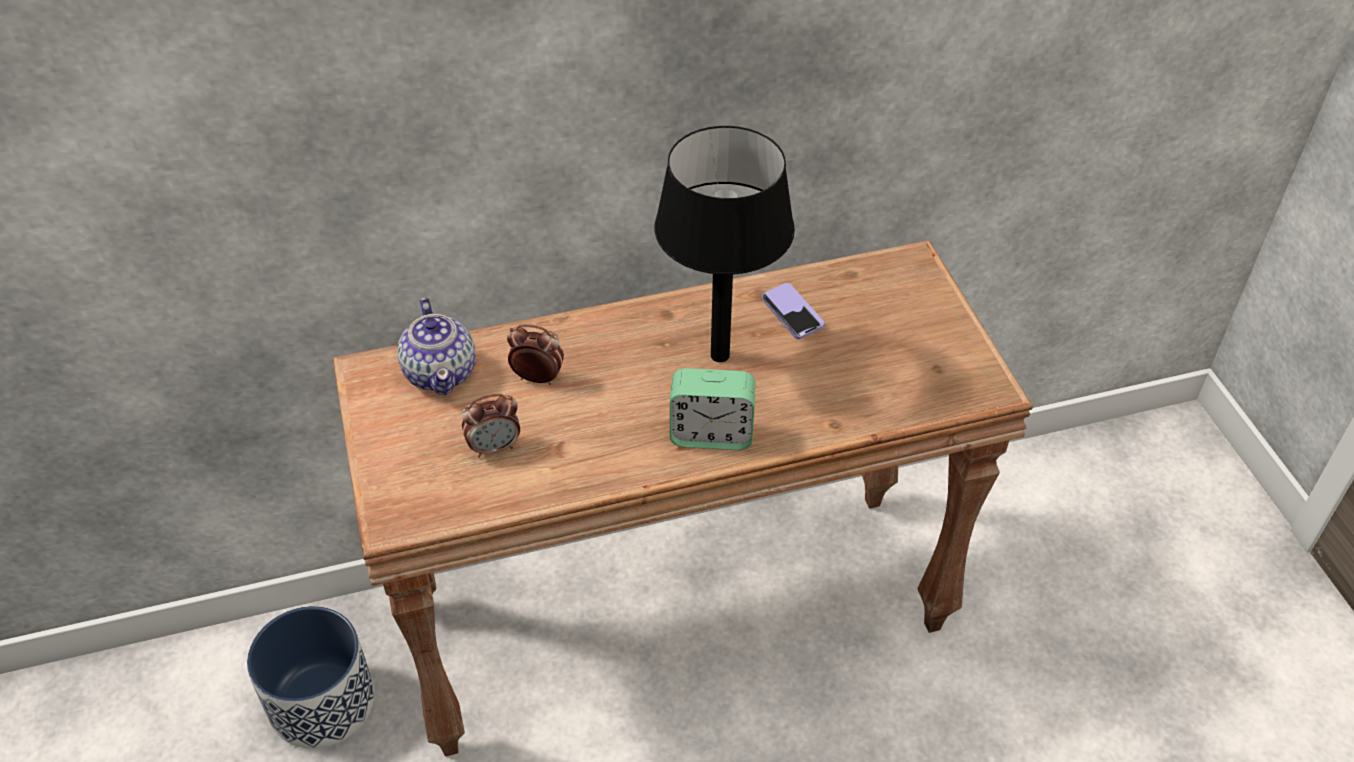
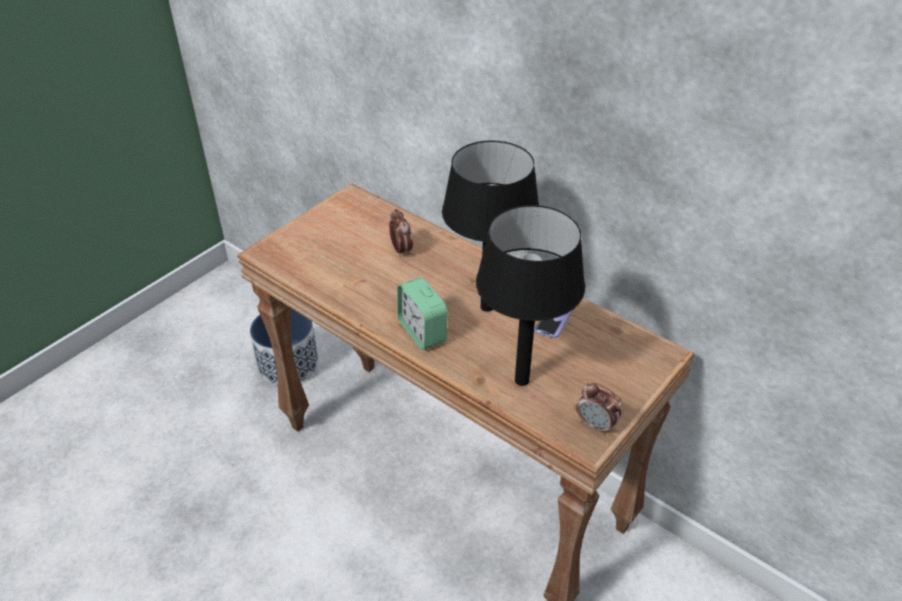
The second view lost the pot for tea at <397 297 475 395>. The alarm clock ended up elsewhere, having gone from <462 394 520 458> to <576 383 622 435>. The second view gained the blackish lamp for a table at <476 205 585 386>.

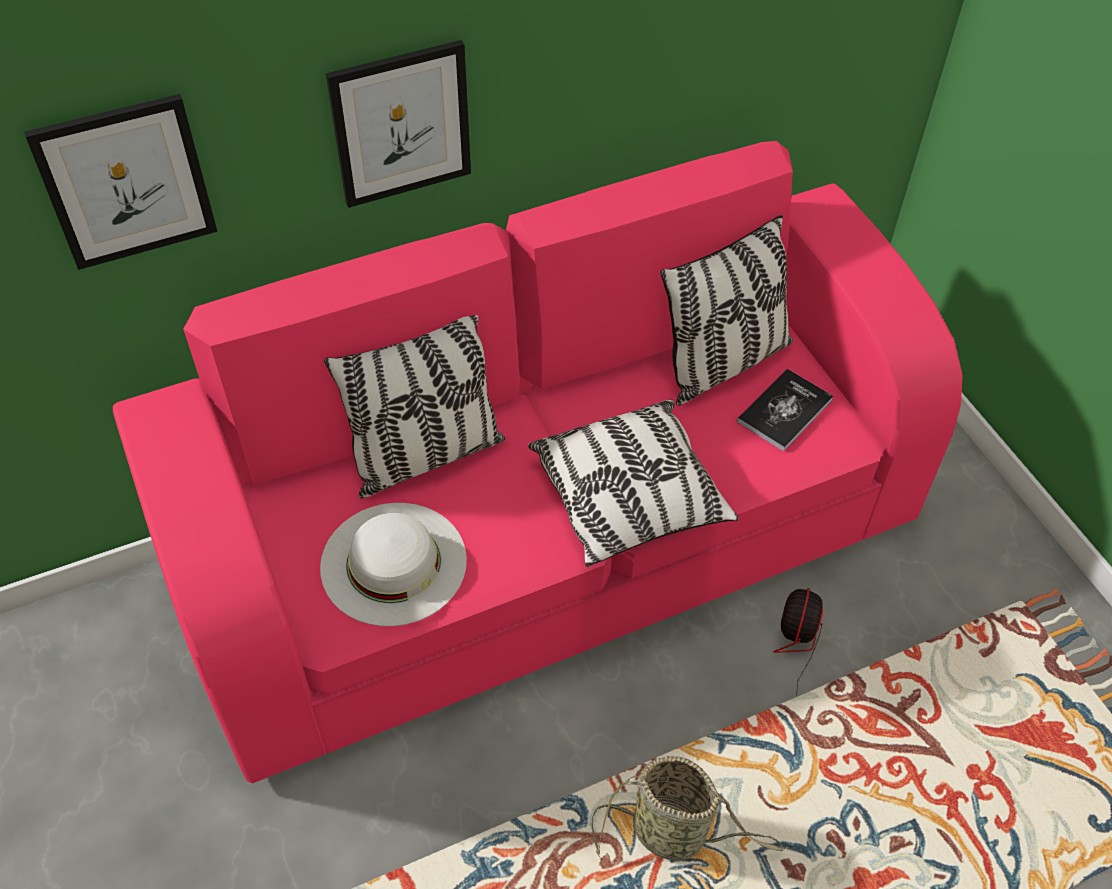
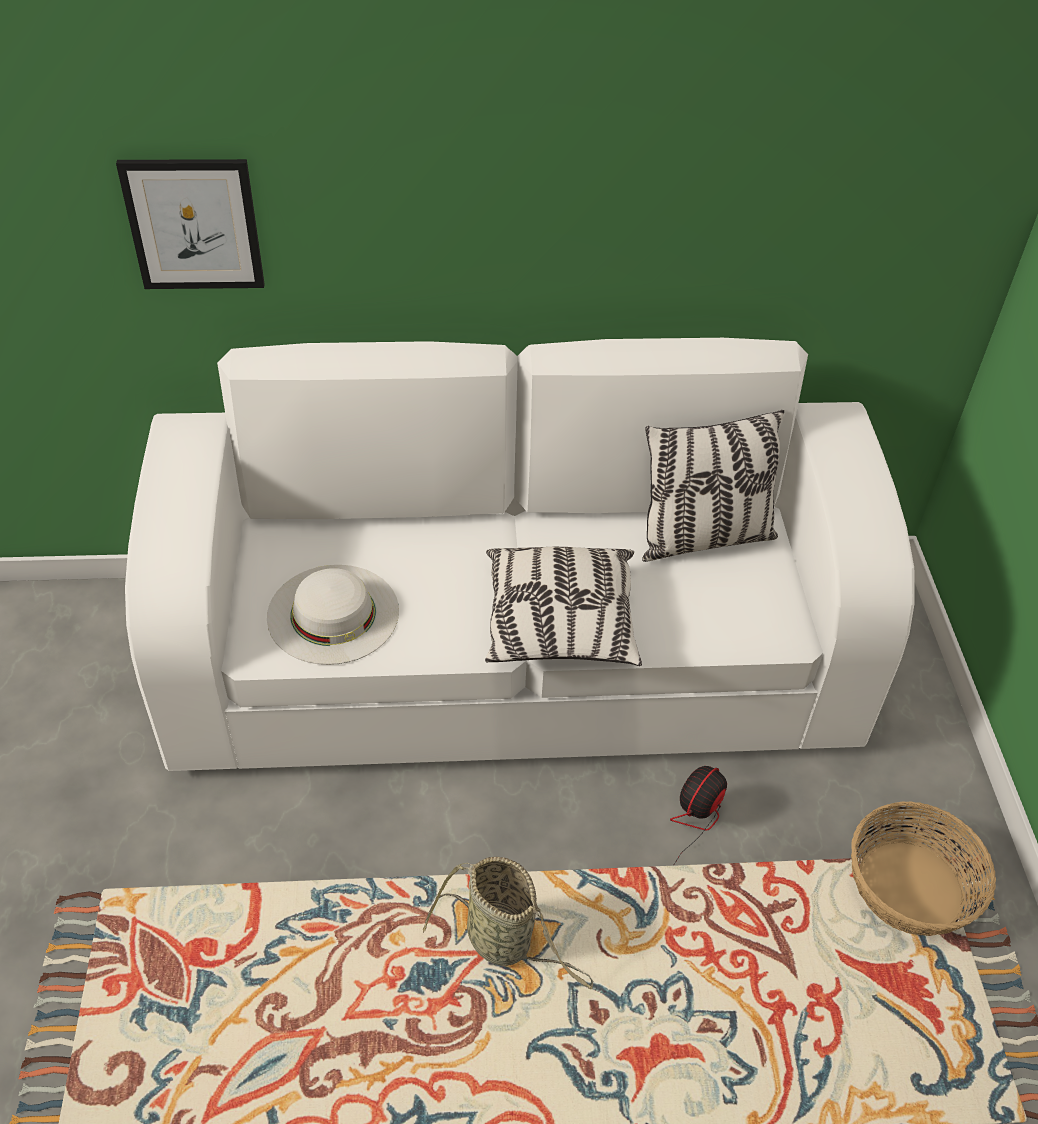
The second view lost the wall picture at <326 40 471 208>. What was the pink couch at <113 141 963 783> turned into the whitish couch at <125 338 915 771>. The second view lost the throw pillow at <324 315 505 498>. The second view lost the bound book at <737 369 833 451>. The second view gained the storage basket at <851 801 996 936>.

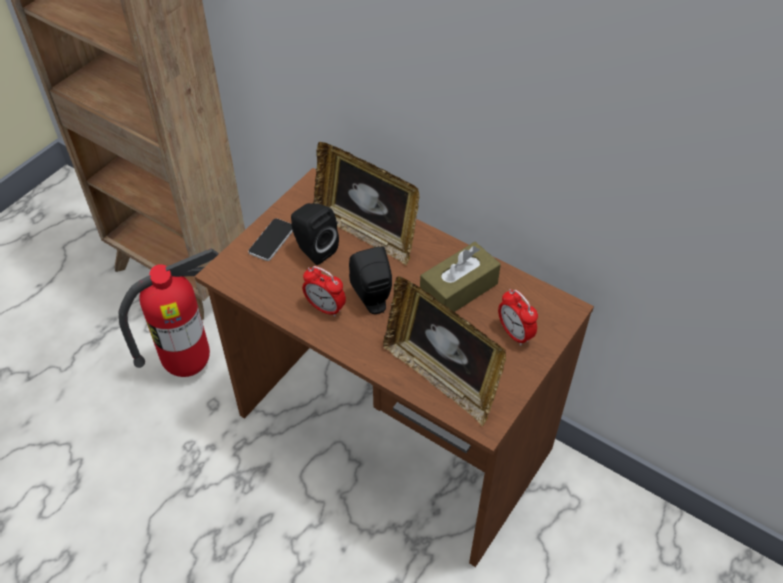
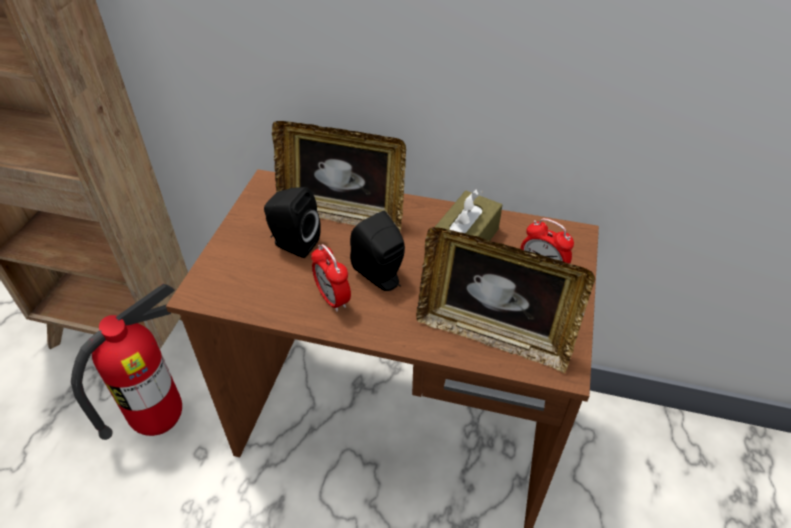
The second view lost the handset at <248 218 293 261>. The alarm clock at <302 266 346 317> ended up facing another way, 45 degrees clockwise from before.

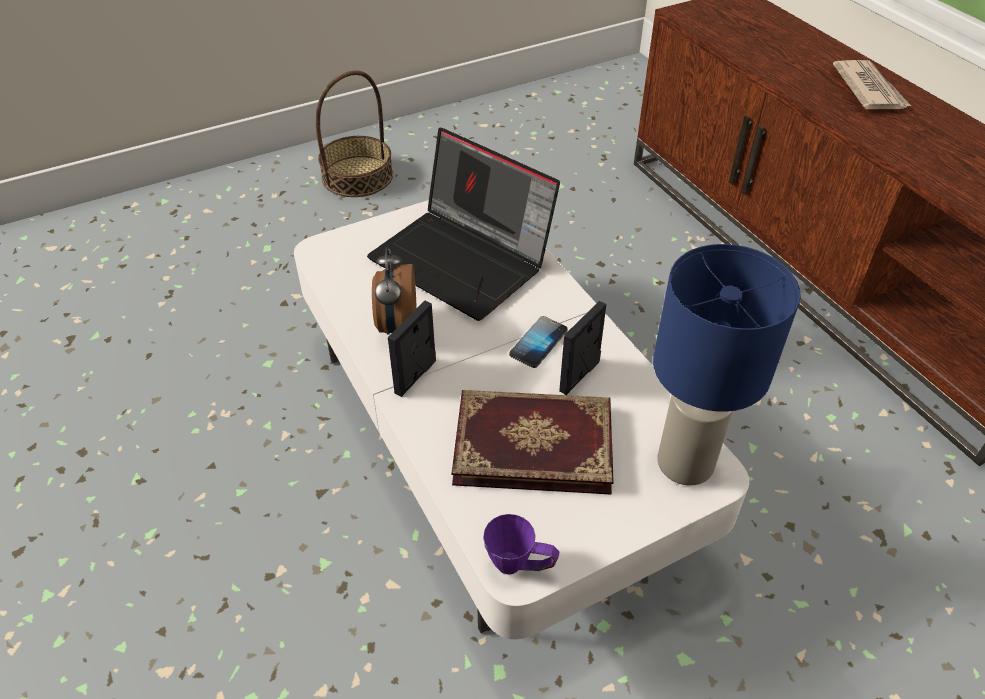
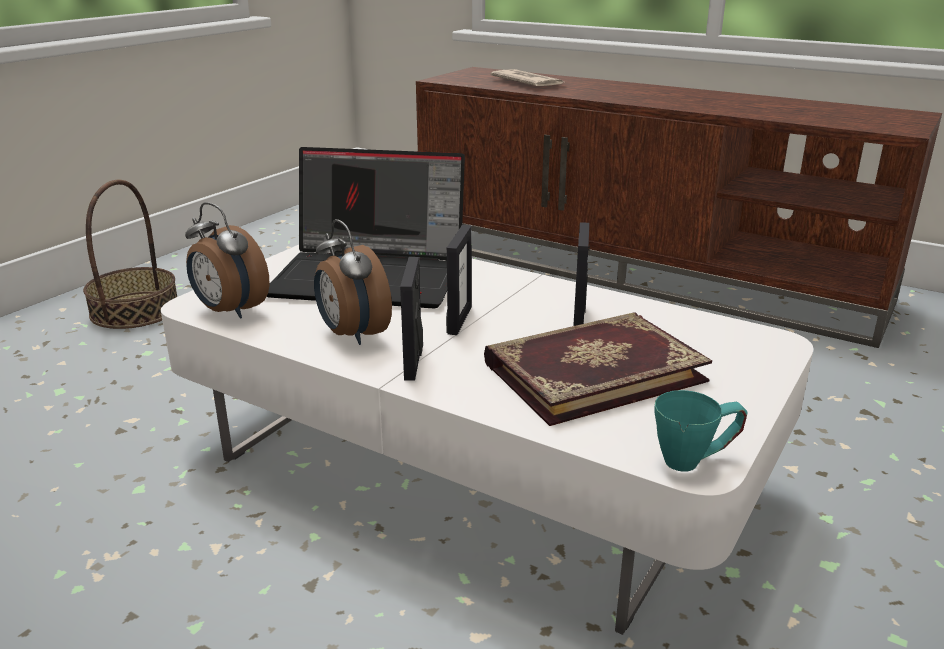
The newspaper ended up elsewhere, having gone from <833 60 911 109> to <491 69 564 86>. The second view lost the bluish lamp for a table at <653 244 801 486>. The second view lost the handset at <509 316 568 368>. What was the purplish mug at <483 514 559 574> turned into the blue-green mug at <654 390 747 472>. The second view gained the alarm clock at <185 202 270 319>. The second view gained the picture frame at <446 225 472 335>.

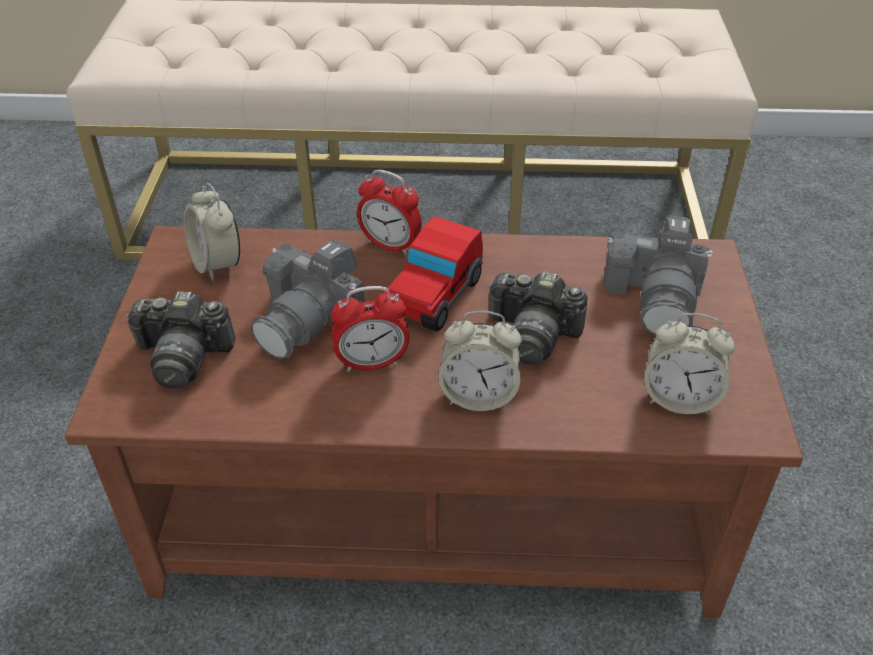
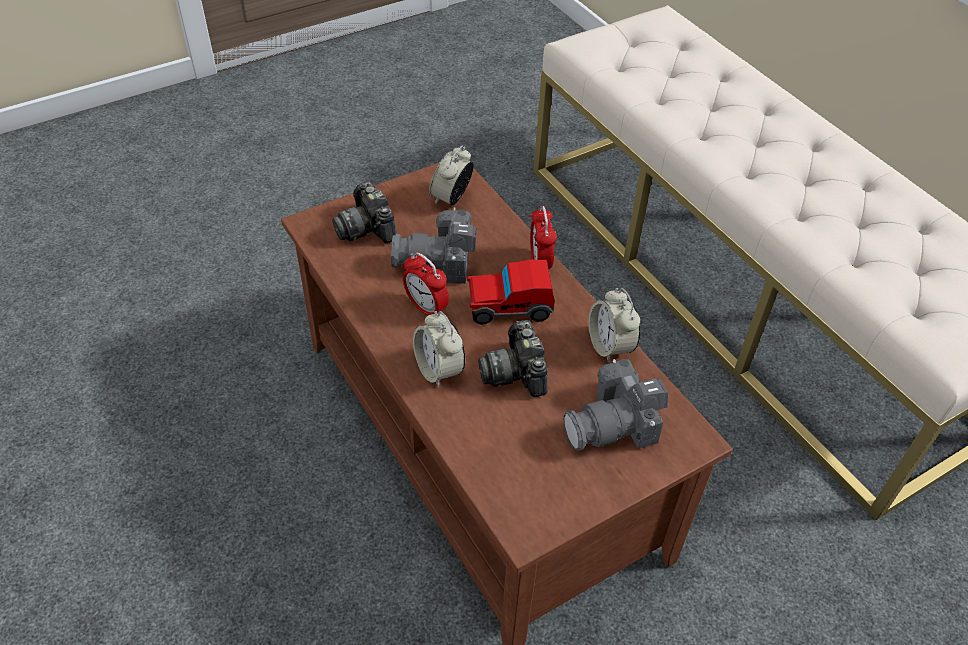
The alarm clock ended up elsewhere, having gone from <644 313 735 414> to <588 288 640 363>.

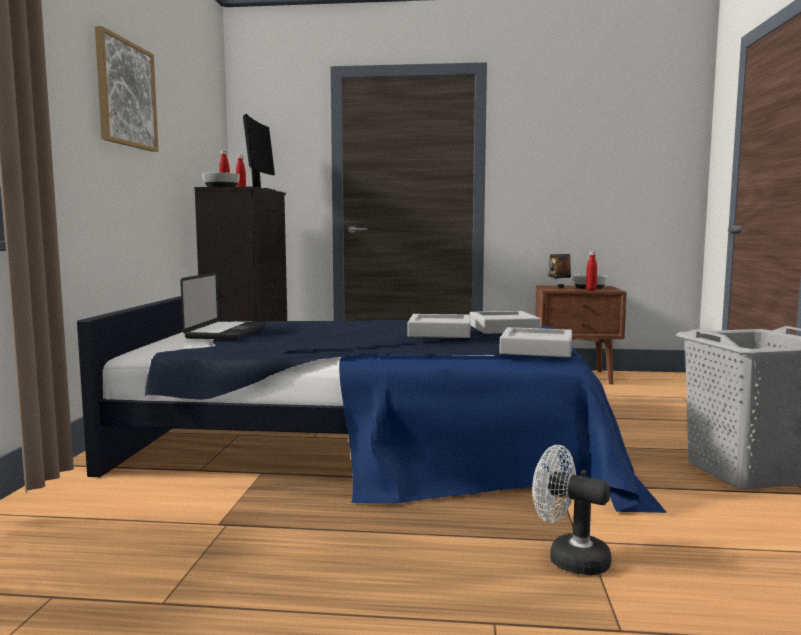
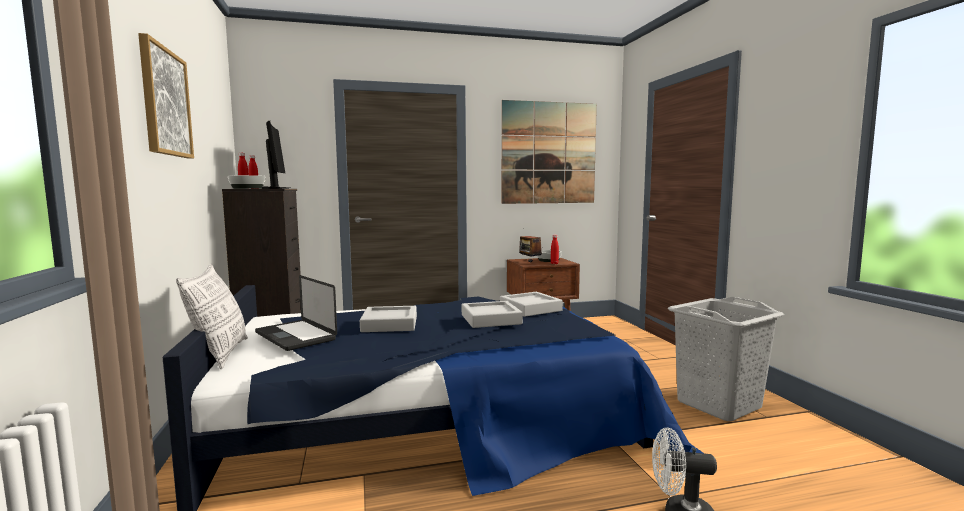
The laptop at <180 272 266 340> ended up facing another way, 150 degrees clockwise from before. The gray carrying tray ended up elsewhere, having gone from <499 327 572 357> to <360 306 417 332>. The second view gained the wall picture at <502 100 597 204>. The second view gained the throw pillow at <176 264 248 369>.

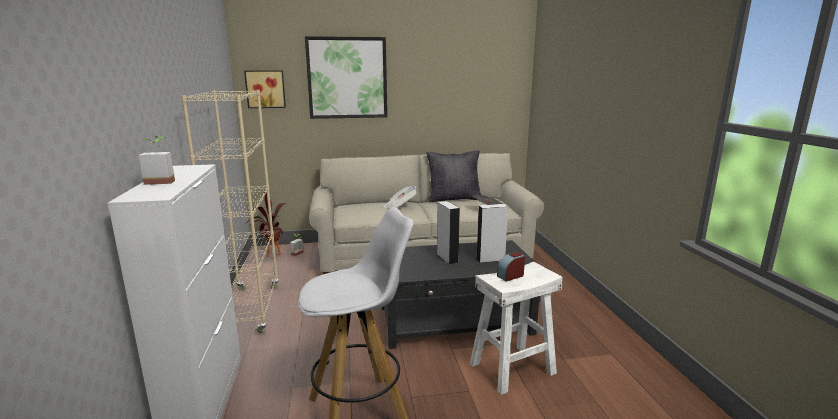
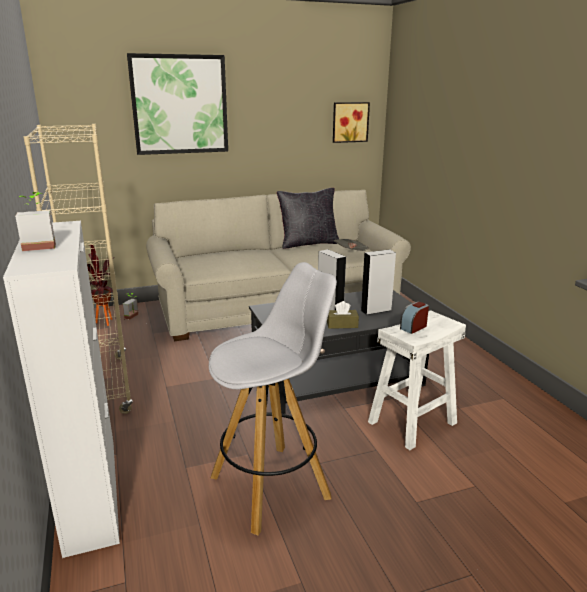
The wall picture ended up elsewhere, having gone from <244 70 286 108> to <333 102 370 143>. The second view lost the newspaper at <383 186 417 208>. The second view gained the brownish tissue box at <327 301 359 329>.

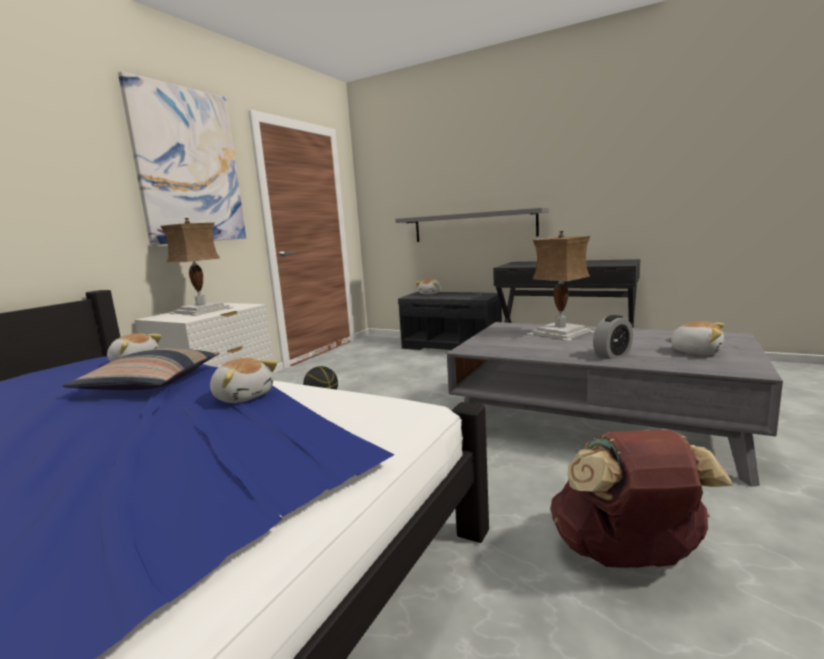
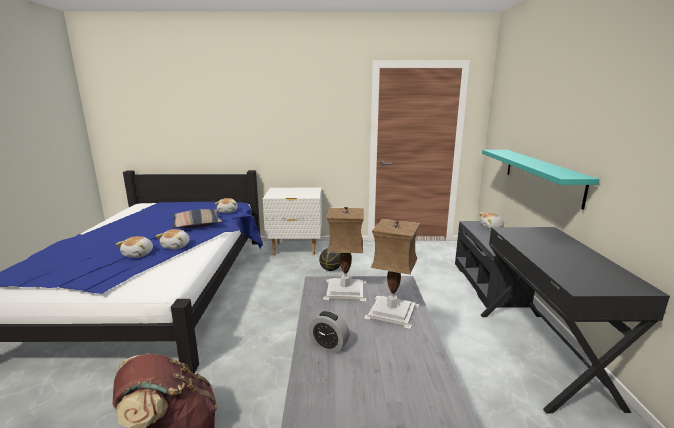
The second view lost the wall picture at <118 71 246 245>. What was the gray shelf at <395 208 549 242> turned into the blue-green shelf at <482 150 600 210>. The lamp for a table ended up elsewhere, having gone from <160 218 234 316> to <323 207 366 302>. The cuddly toy ended up elsewhere, having gone from <664 321 724 355> to <116 236 153 258>.

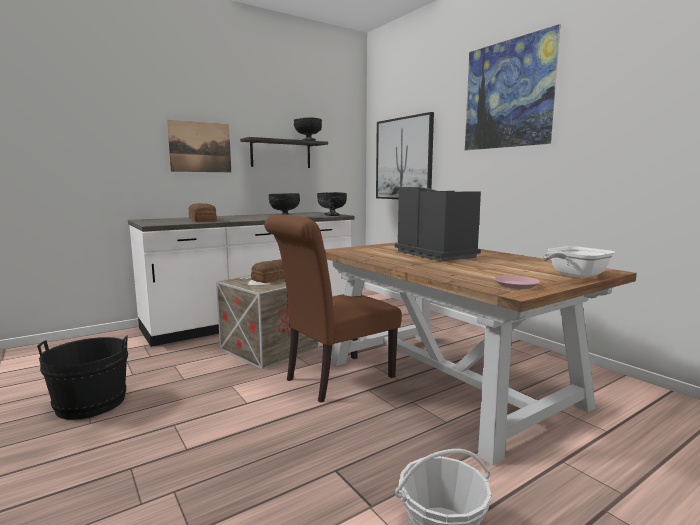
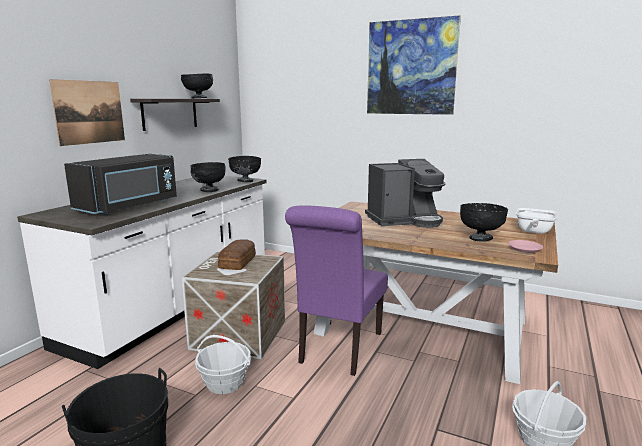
The second view lost the wall picture at <376 112 434 199>. The coffee machine at <395 187 481 262> ended up facing another way, 135 degrees clockwise from before. Where the bakery bread stood at <189 203 217 222>, the blackish kitchen microwave came to stand at <64 154 177 214>. What was the brownish chair at <264 215 402 403> turned into the purplish chair at <285 205 388 376>. The second view gained the blackish serving bowl at <460 203 508 242>. The second view gained the storage basket at <195 335 251 394>.

